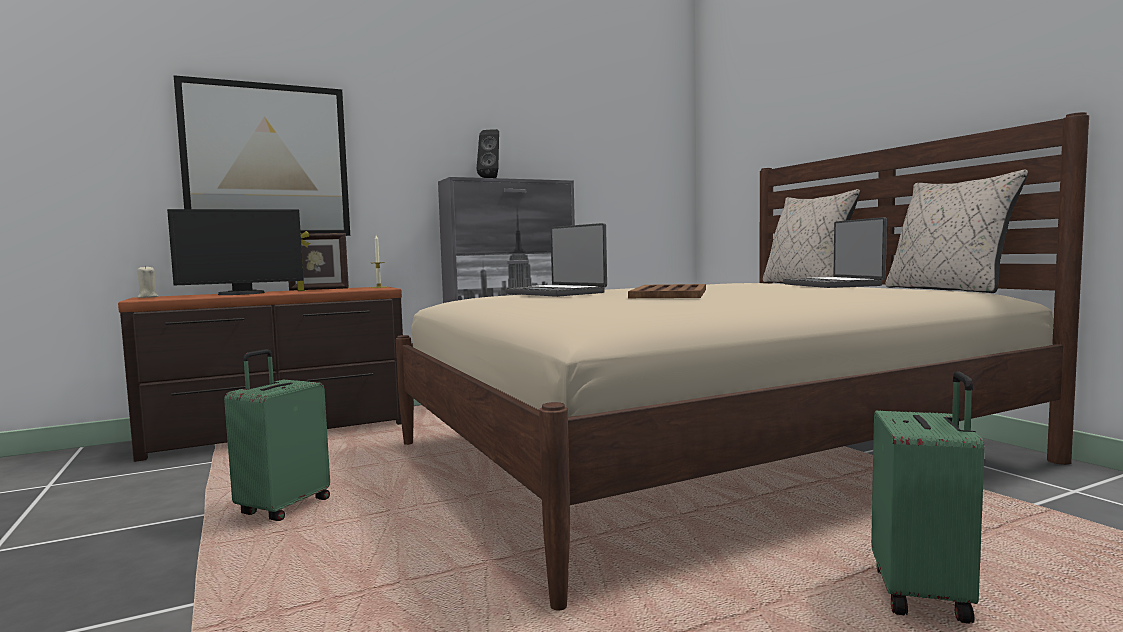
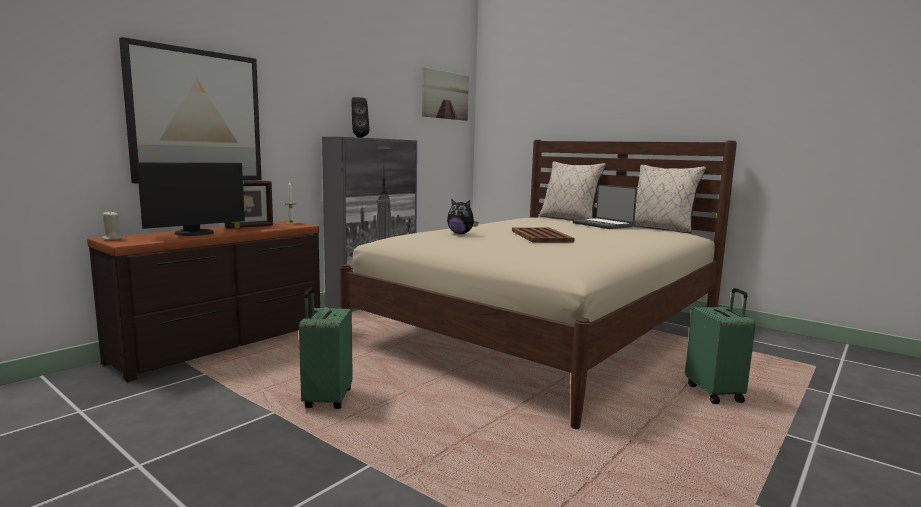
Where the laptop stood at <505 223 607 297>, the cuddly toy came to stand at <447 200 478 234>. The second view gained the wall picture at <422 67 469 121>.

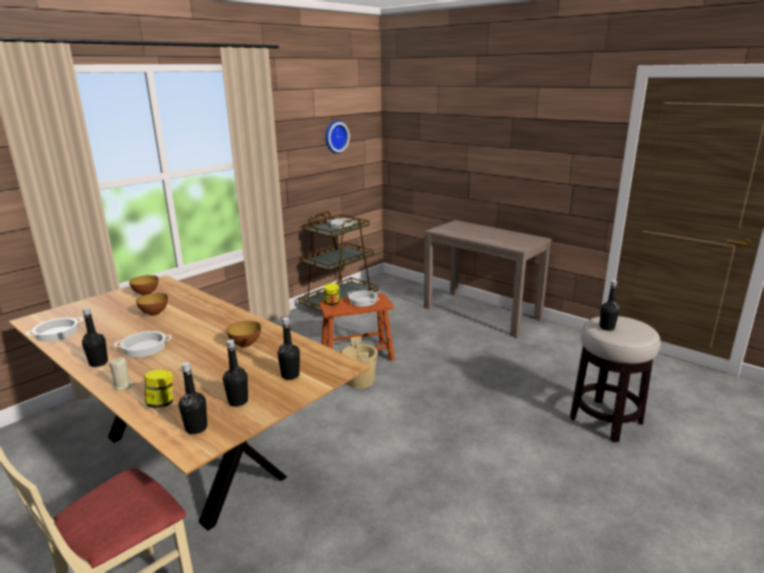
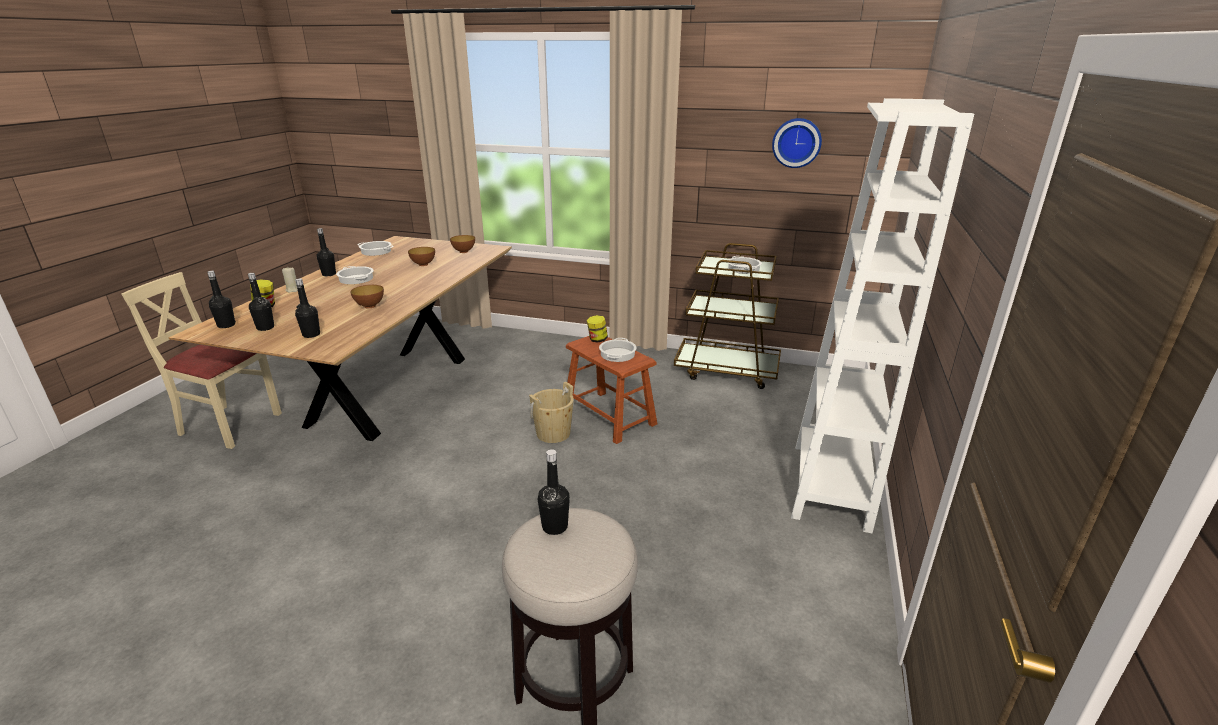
Where the brownish console table stood at <424 220 552 338>, the whitish bookcase came to stand at <791 98 974 533>.

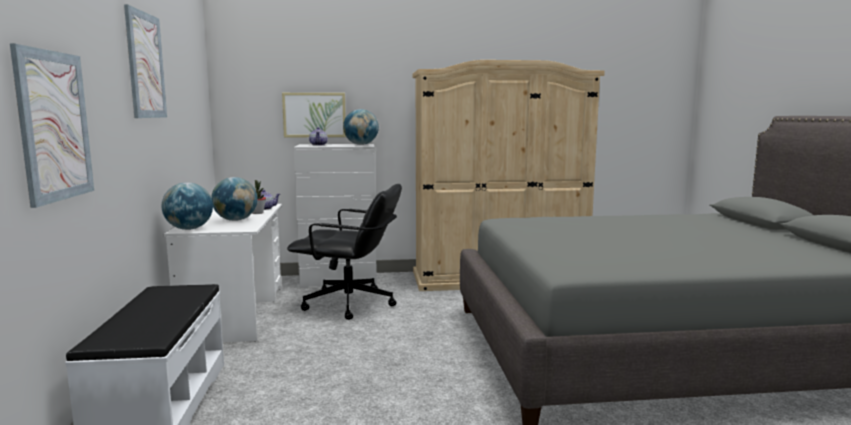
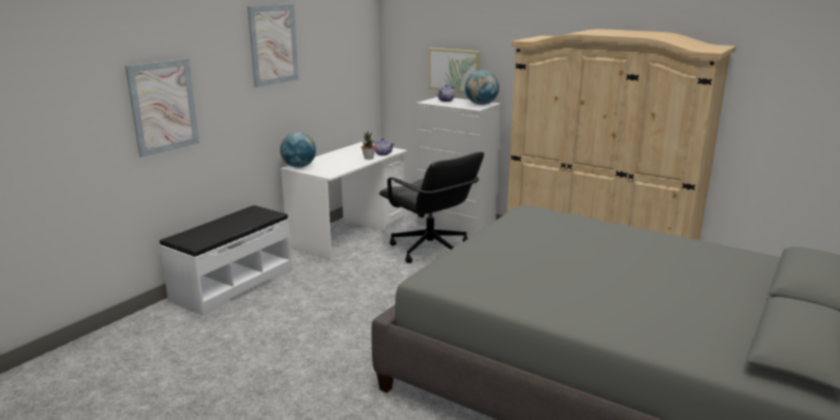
The second view lost the desk globe at <211 177 258 221>.

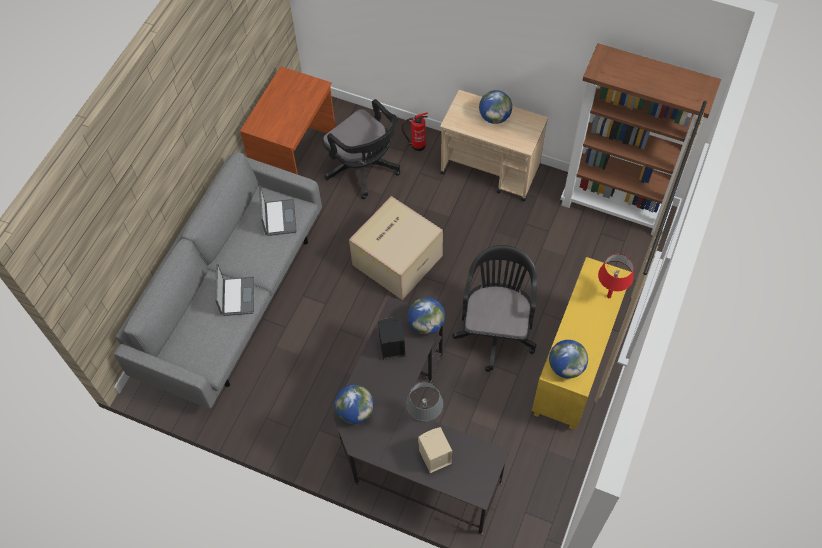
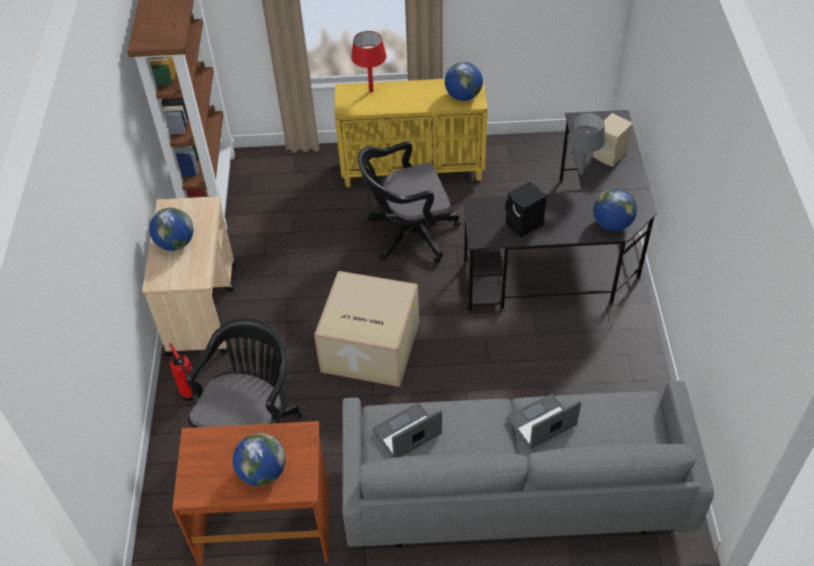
The desk globe ended up elsewhere, having gone from <408 297 445 335> to <233 433 285 486>.

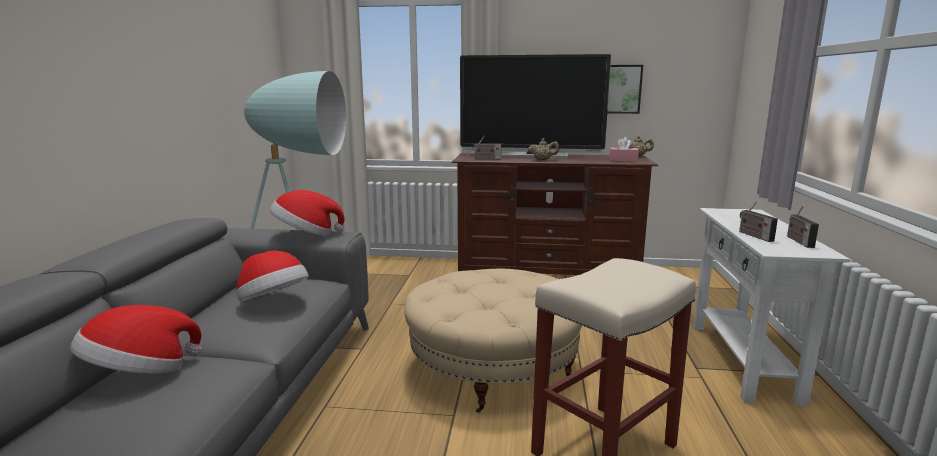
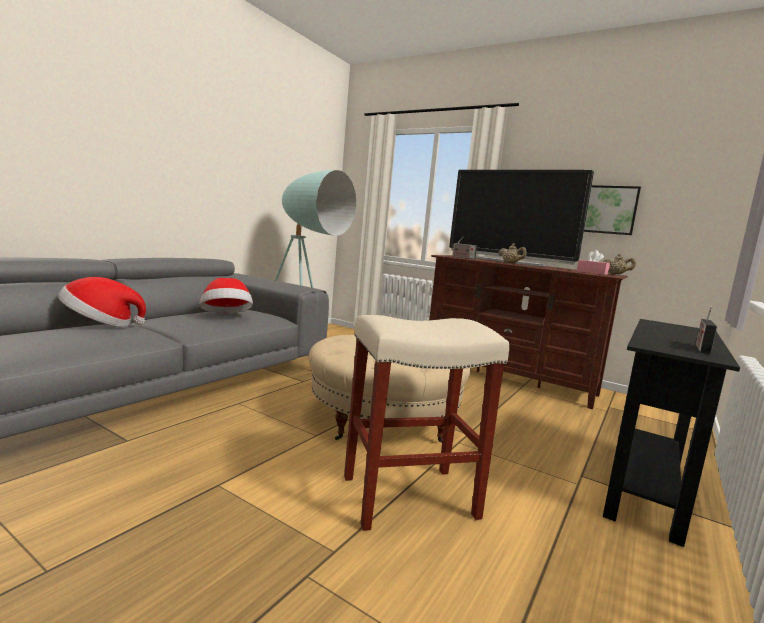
The second view lost the hat at <270 190 345 236>. The second view lost the radio at <739 201 778 242>. What was the whitish console table at <693 208 850 407> turned into the blackish console table at <603 319 740 547>.

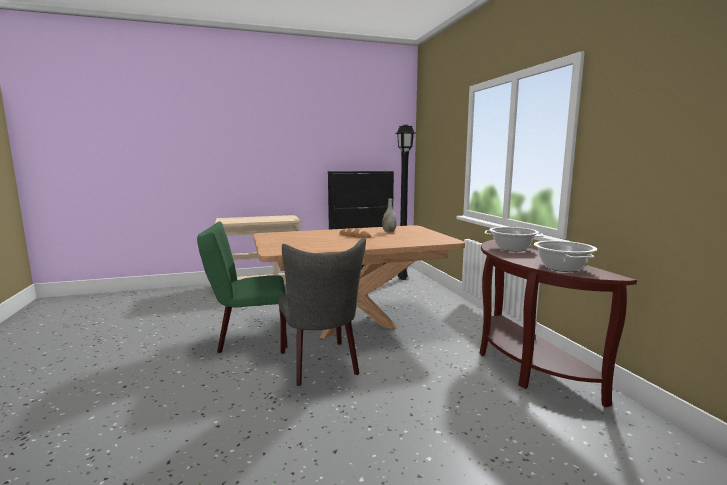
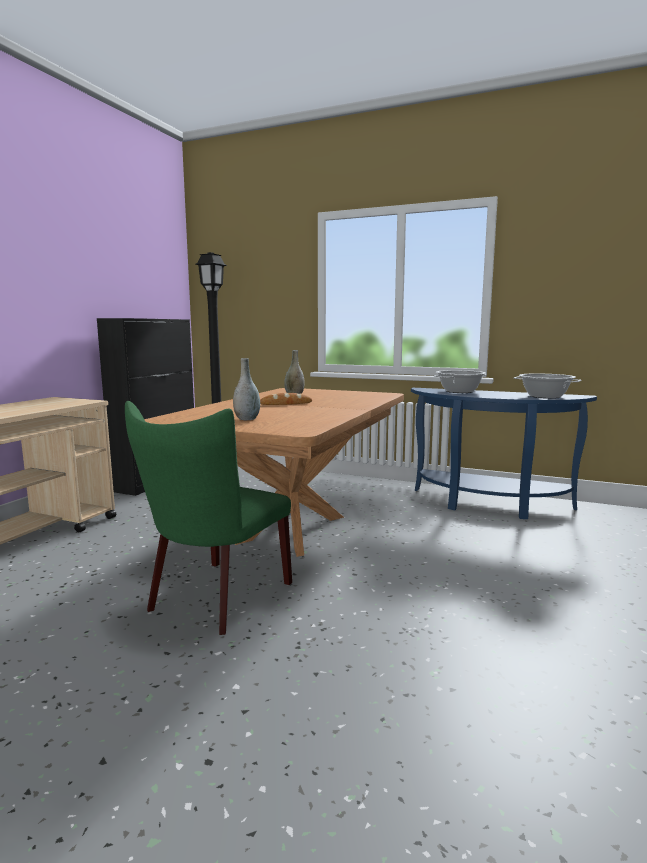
The second view lost the gray chair at <278 238 366 386>. What was the brownish console table at <480 239 637 407> turned into the bluish console table at <411 388 597 519>. The second view gained the gray flower vase at <233 358 260 420>.

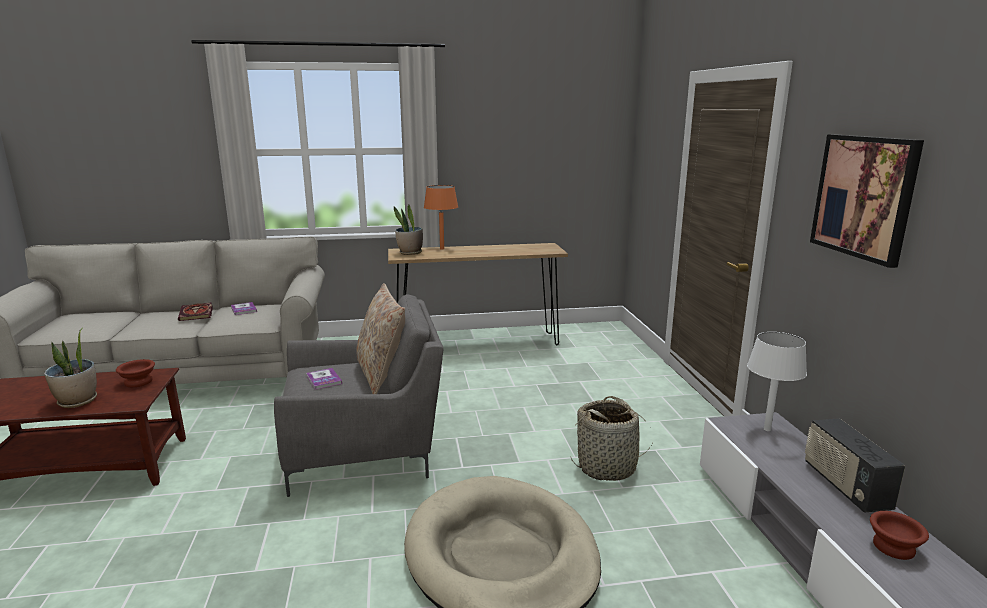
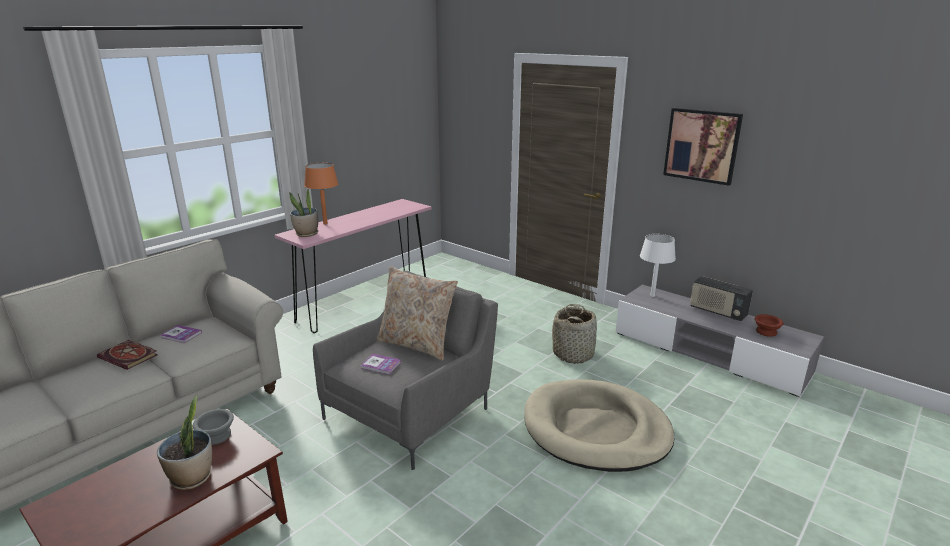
What was the brownish console table at <388 243 568 345> turned into the pink console table at <274 199 432 333>. What was the brownish serving bowl at <116 359 155 387> turned into the gray serving bowl at <193 409 234 445>.

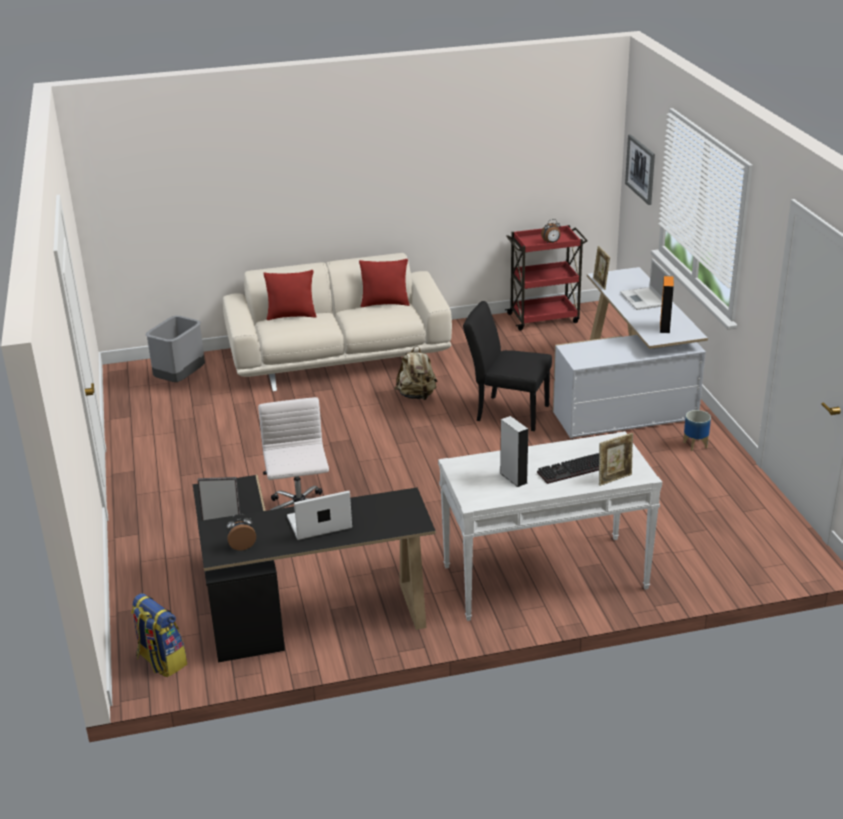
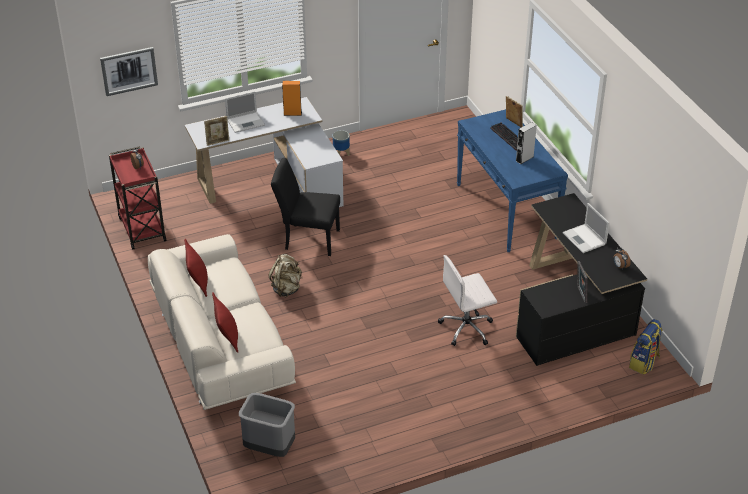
The blackish chair at <463 301 552 431> ended up facing another way, 90 degrees clockwise from before. What was the whitish console table at <438 431 662 621> turned into the bluish console table at <457 109 568 252>.

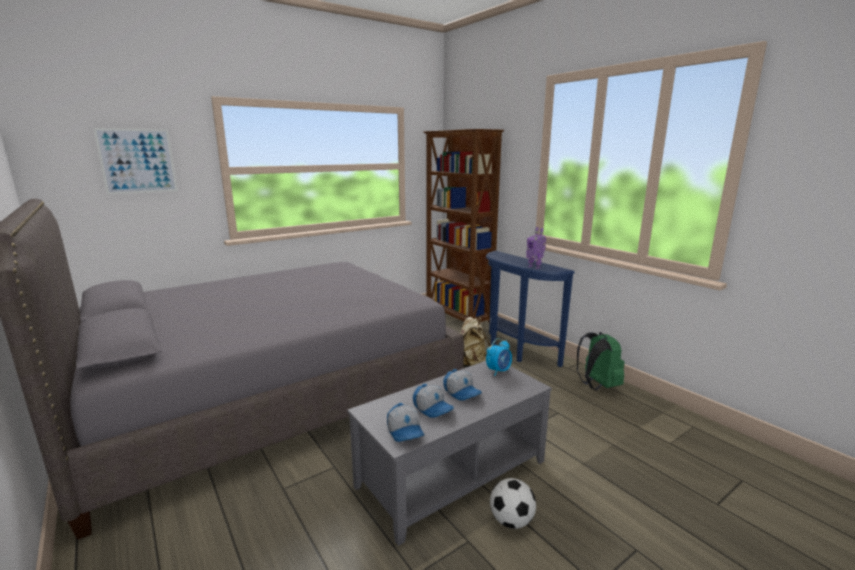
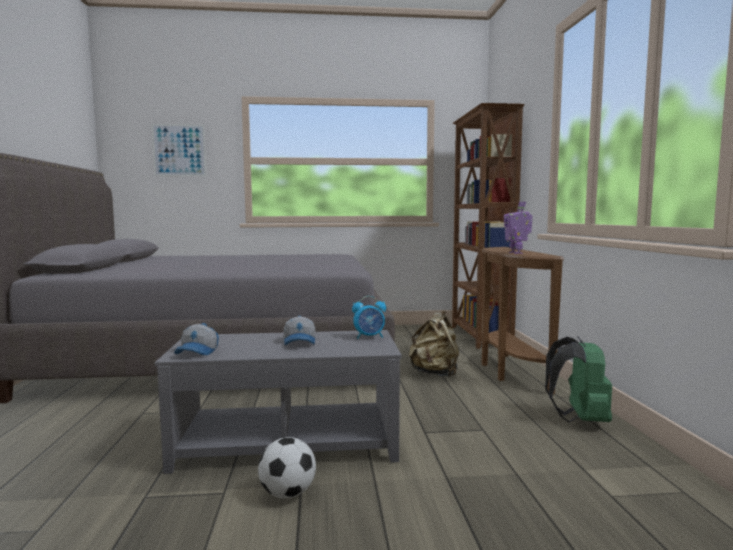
What was the bluish console table at <486 251 575 367> turned into the brownish console table at <482 247 564 394>. The second view lost the peaked cap at <413 384 454 418>.

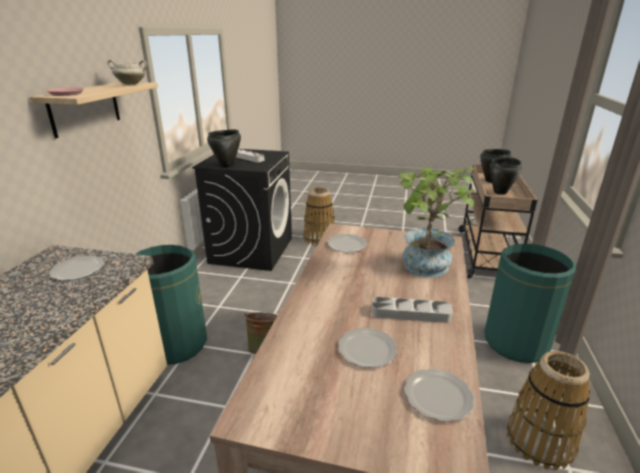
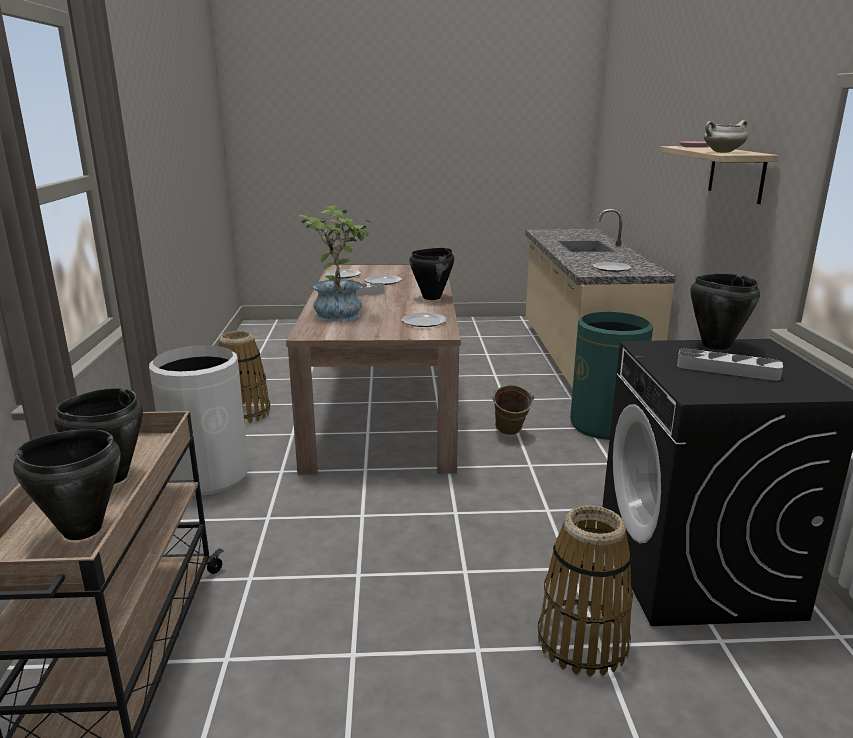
What was the green waste bin at <484 244 576 363> turned into the whitish waste bin at <149 345 249 496>. The second view gained the blackish saucepot at <409 248 454 300>.

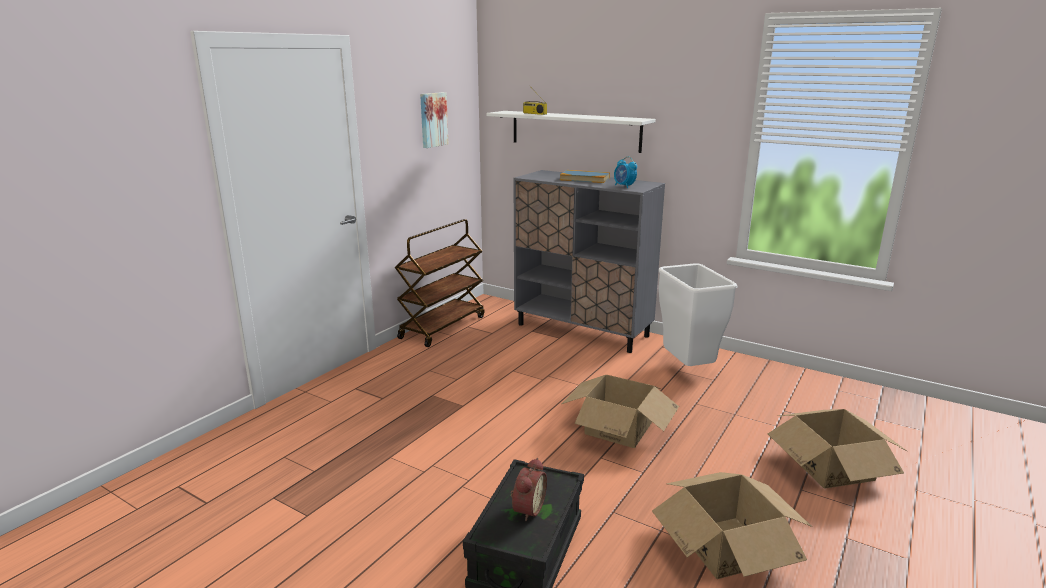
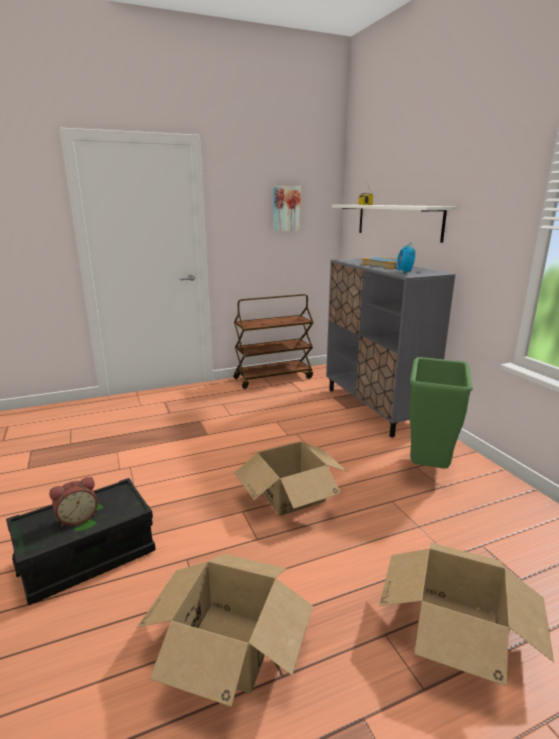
What was the whitish waste bin at <659 263 737 366> turned into the green waste bin at <409 357 473 469>.

